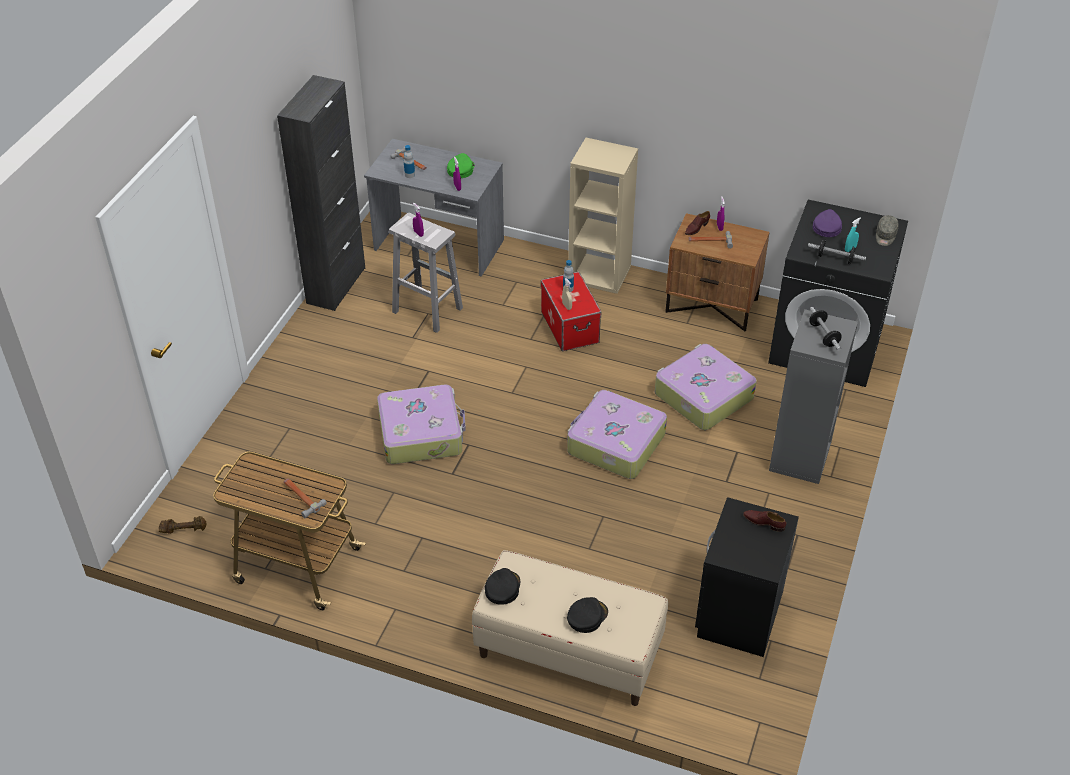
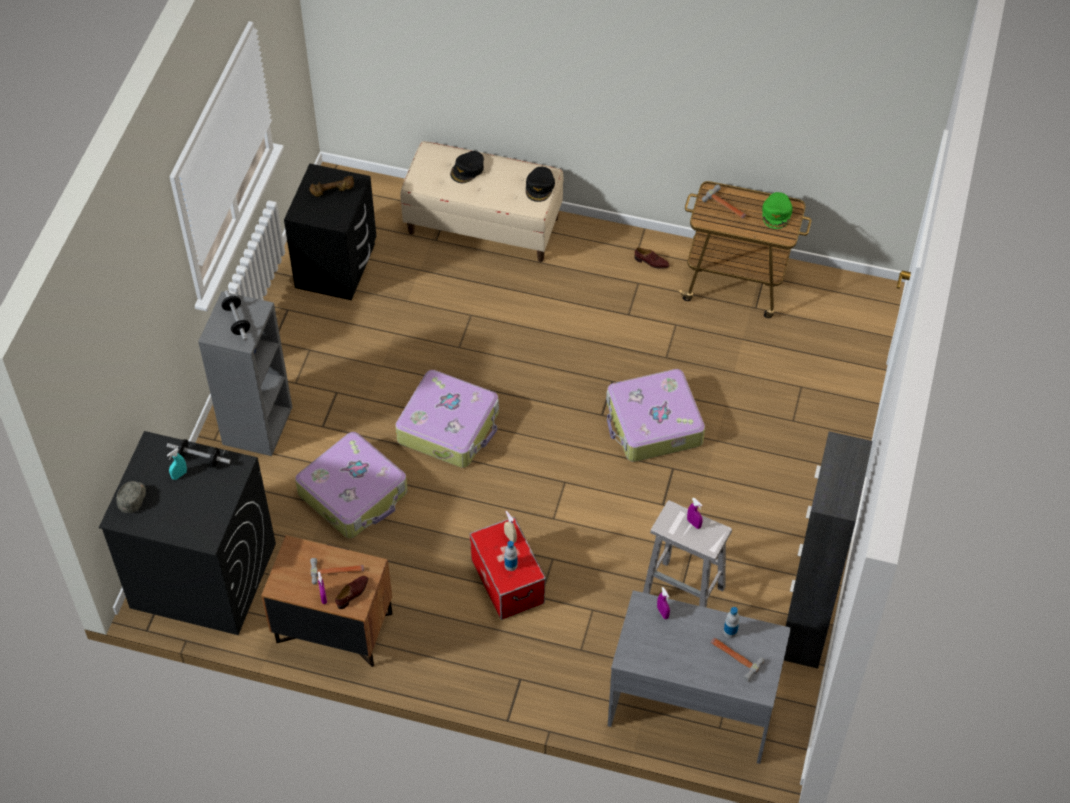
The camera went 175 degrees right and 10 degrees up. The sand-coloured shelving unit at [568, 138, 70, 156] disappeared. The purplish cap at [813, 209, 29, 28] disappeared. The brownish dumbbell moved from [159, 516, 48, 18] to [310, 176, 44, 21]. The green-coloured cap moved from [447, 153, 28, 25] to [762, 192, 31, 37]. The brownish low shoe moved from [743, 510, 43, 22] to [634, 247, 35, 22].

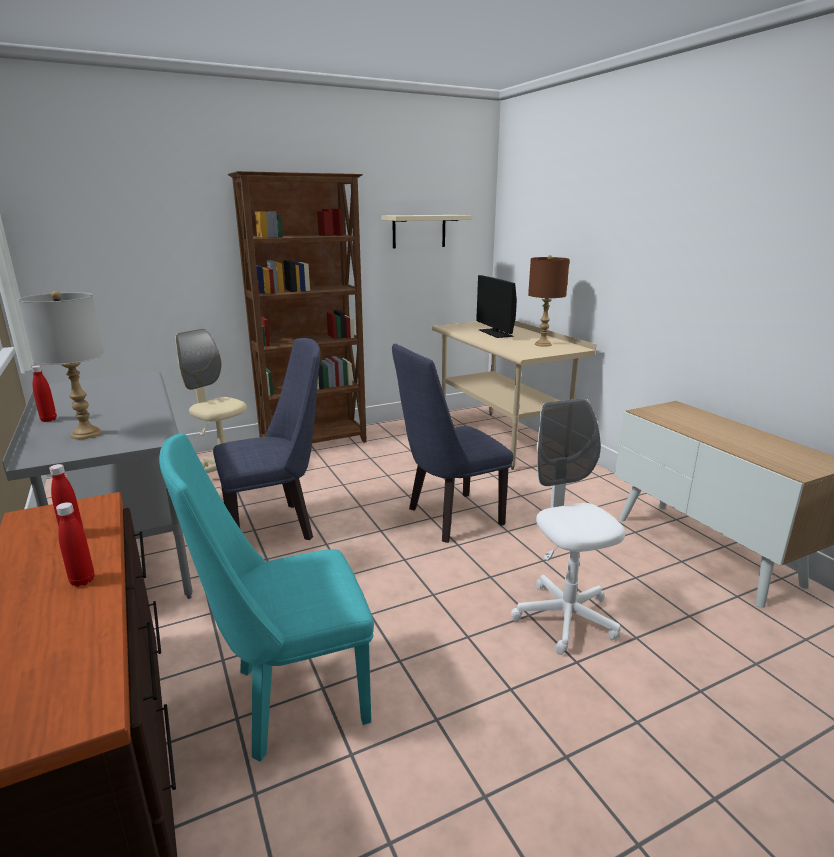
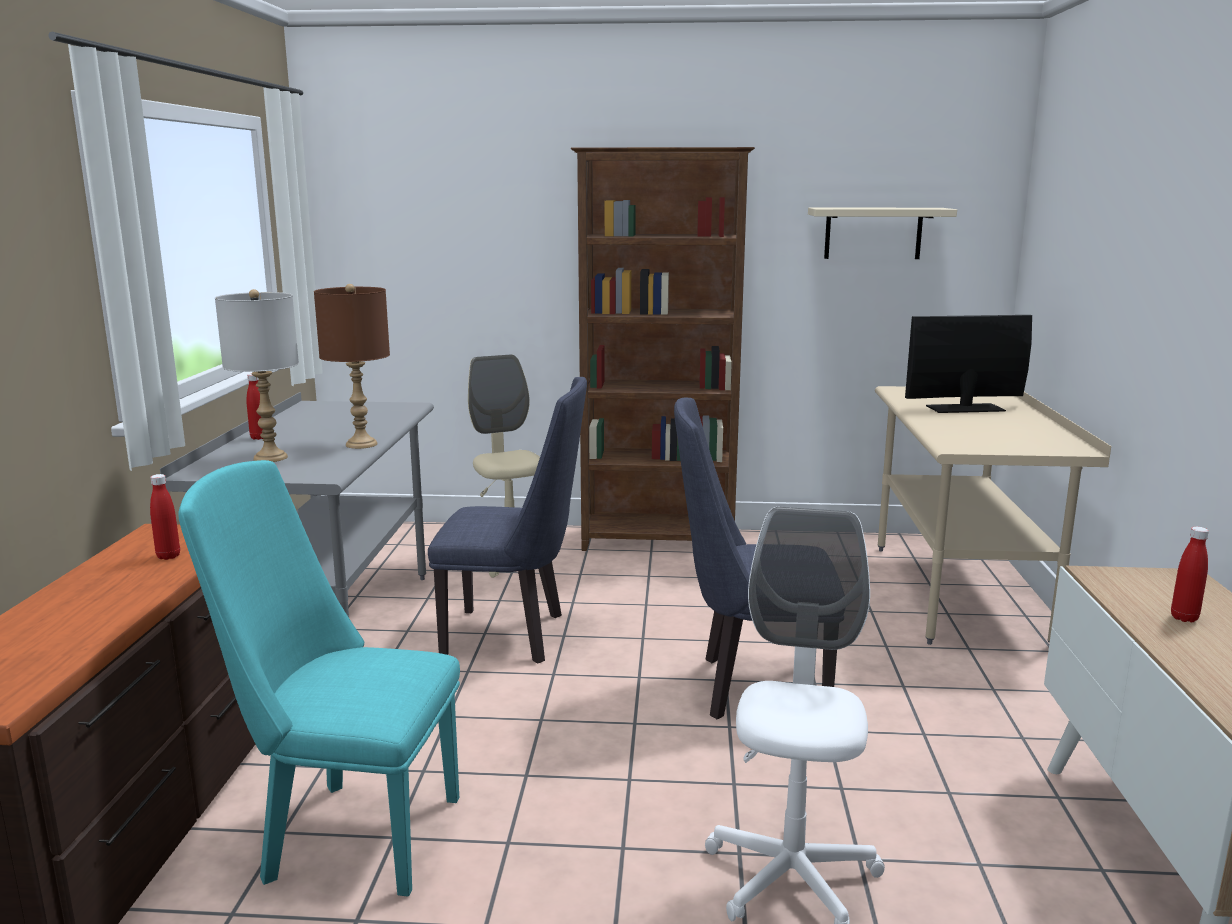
The camera went 30 degrees right and 5 degrees down. The red beverage bottle moved from [56, 502, 38, 85] to [1171, 527, 38, 95]. The brownish table lamp moved from [528, 255, 42, 92] to [314, 284, 76, 165]. The computer screen at [476, 275, 41, 63] turned 75 degrees clockwise.

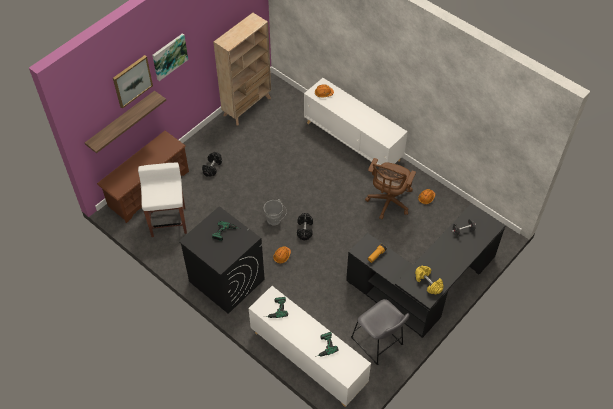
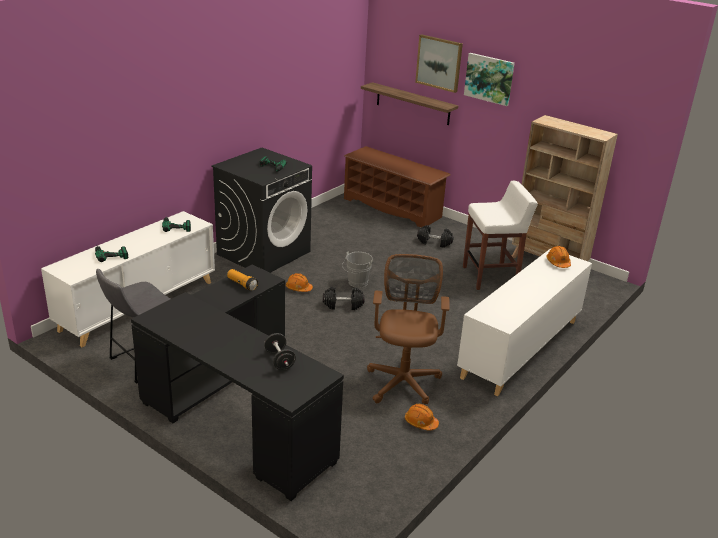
The camera went 85 degrees right and 25 degrees down. The yellowish dumbbell at [415, 265, 29, 29] disappeared. The whitish stool seat moved from [138, 162, 49, 75] to [463, 181, 75, 109]. The brownish computer chair at [365, 158, 51, 61] turned 75 degrees clockwise.

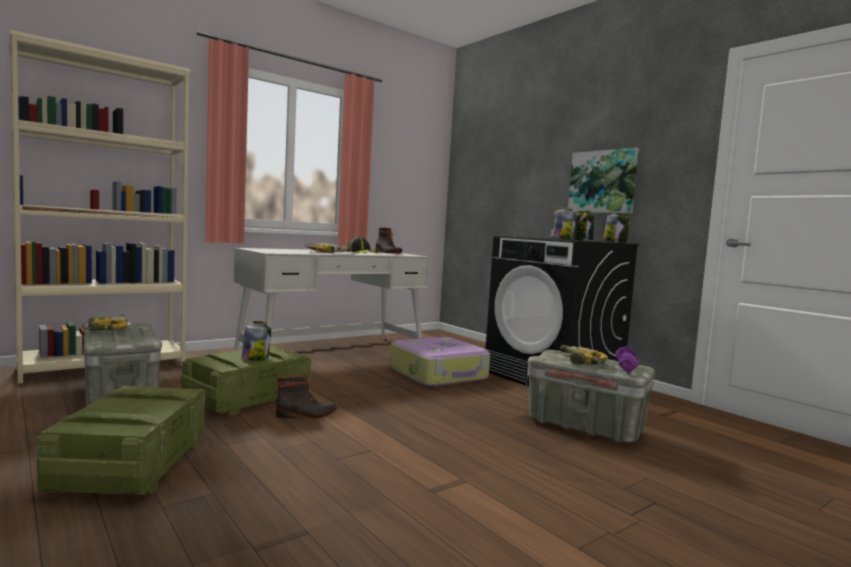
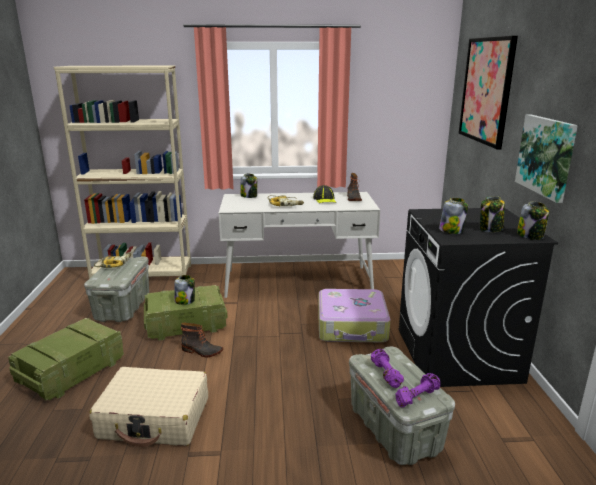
The camera went 35 degrees right and 15 degrees up. The sand-coloured suitcase at [89, 367, 119, 80] appeared. The jar at [241, 174, 16, 24] appeared. The wall art at [458, 36, 60, 113] appeared. The electric drill at [556, 345, 52, 20] was replaced by the purplish dumbbell at [371, 349, 33, 39].

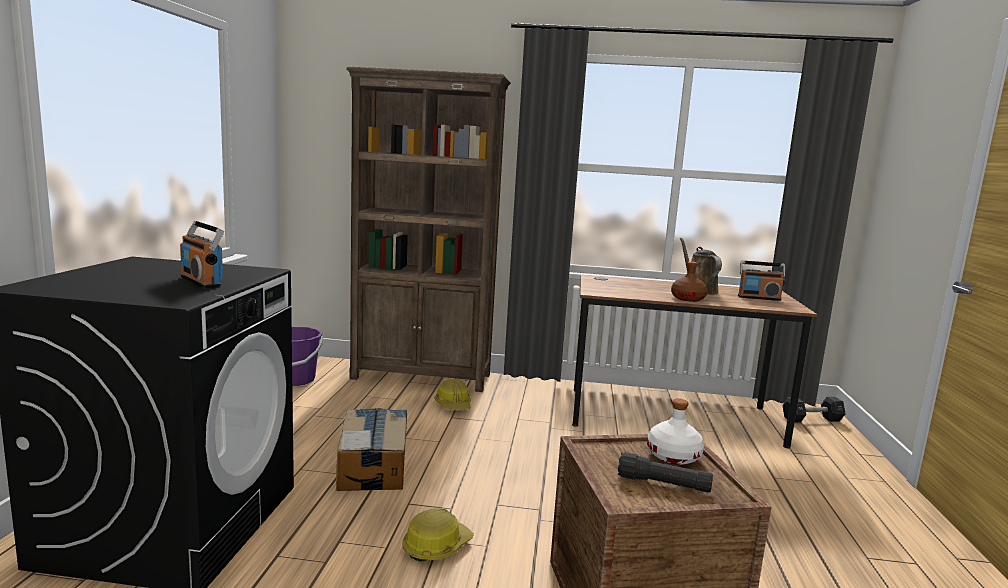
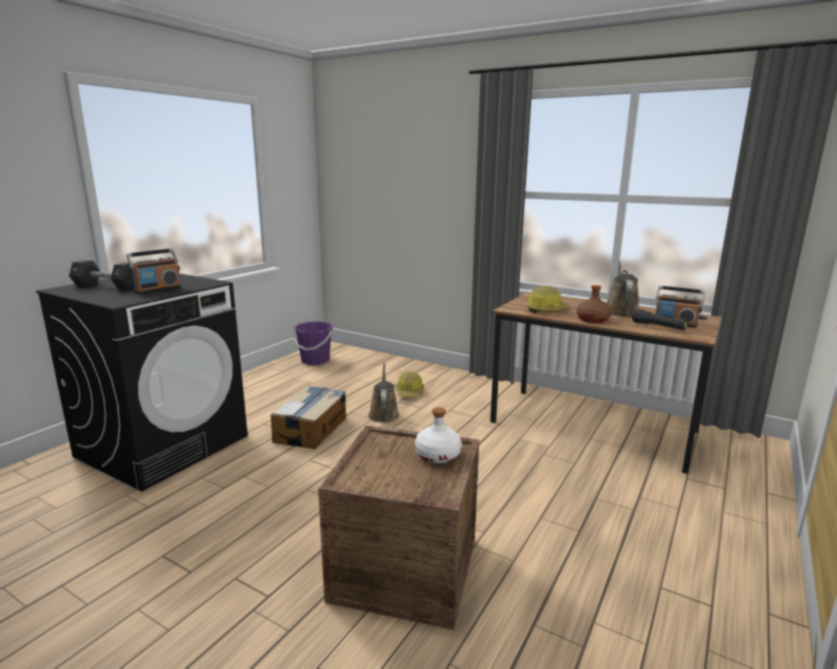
The camera went 25 degrees right and 5 degrees up. The brownish shelving unit at [346, 67, 165, 325] disappeared. The brownish sprinkling can at [368, 363, 31, 60] appeared. The work helmet moved from [402, 508, 72, 54] to [525, 286, 46, 27]. The black torch moved from [618, 452, 95, 41] to [632, 309, 56, 21]. The black dumbbell moved from [783, 397, 63, 26] to [69, 260, 66, 30]. The radio set at [180, 221, 44, 67] turned 120 degrees counterclockwise.

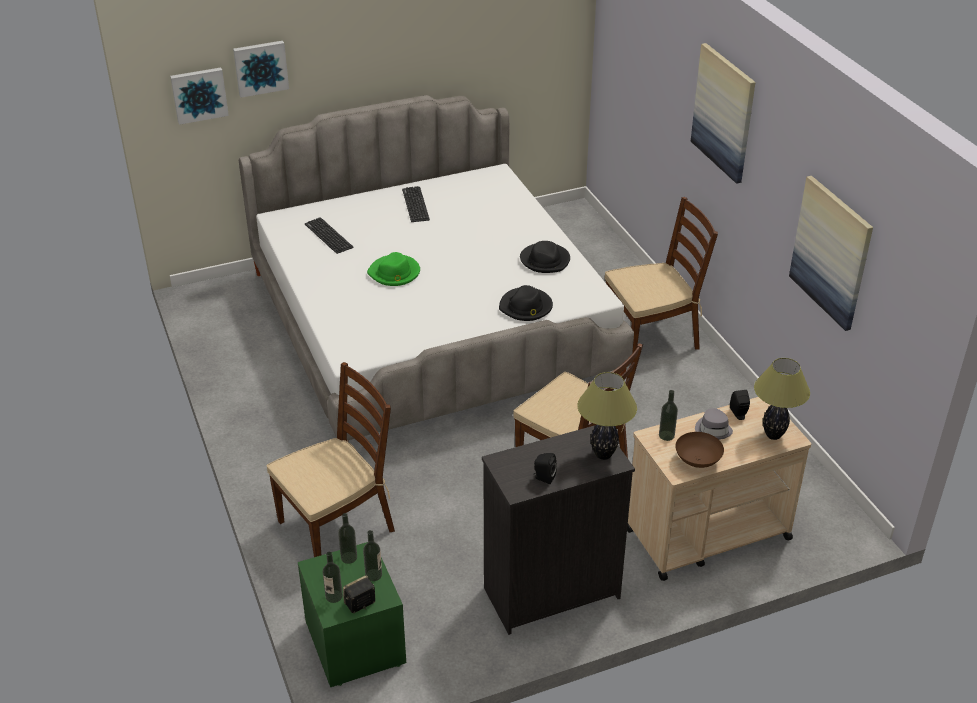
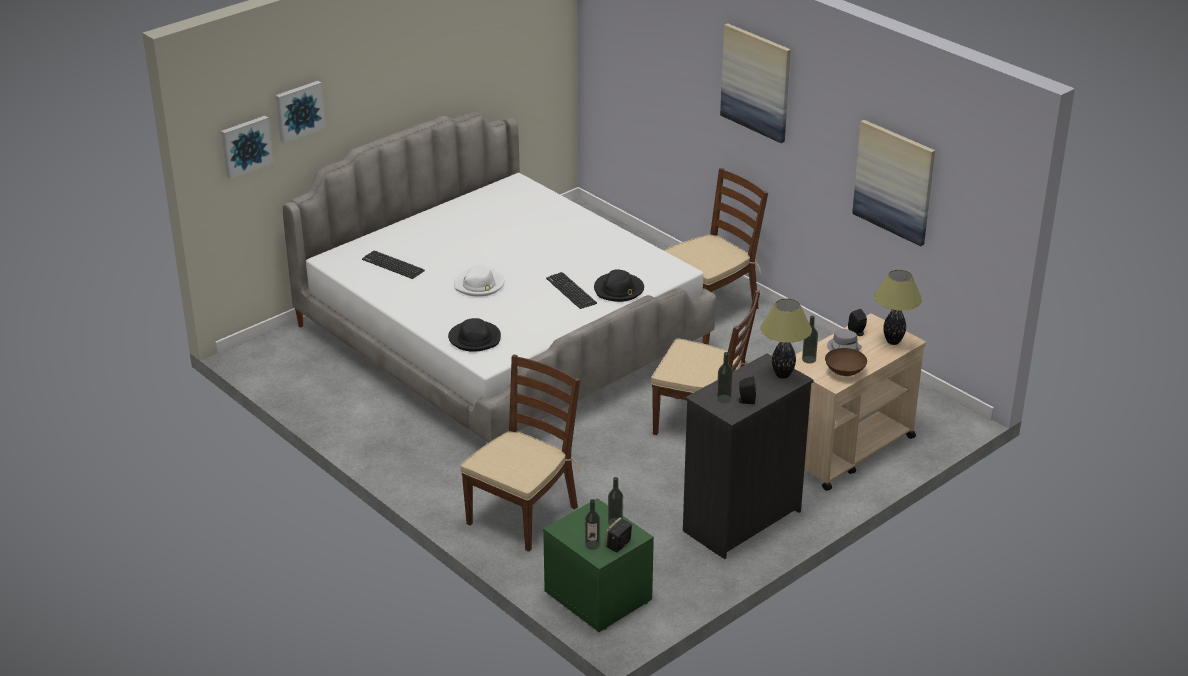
The camera went 20 degrees left and 5 degrees down. The beverage bottle moved from [338, 513, 19, 51] to [717, 352, 16, 51]. The PC keyboard moved from [402, 186, 28, 36] to [546, 272, 51, 37]. The black clothing hat moved from [520, 241, 50, 32] to [448, 318, 53, 34]. The green-coloured clothing hat at [367, 252, 53, 34] became the whitish clothing hat at [454, 264, 50, 33].

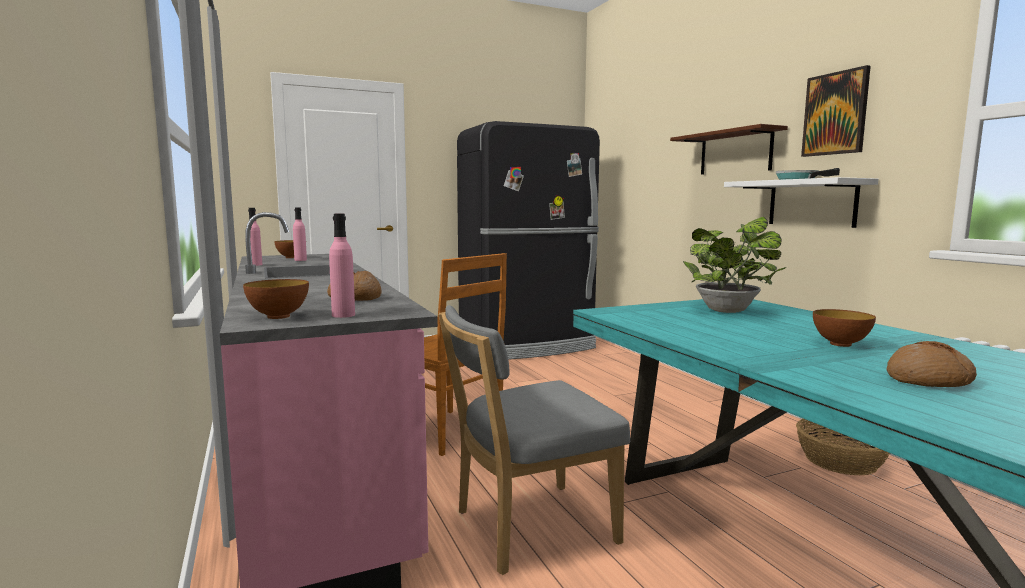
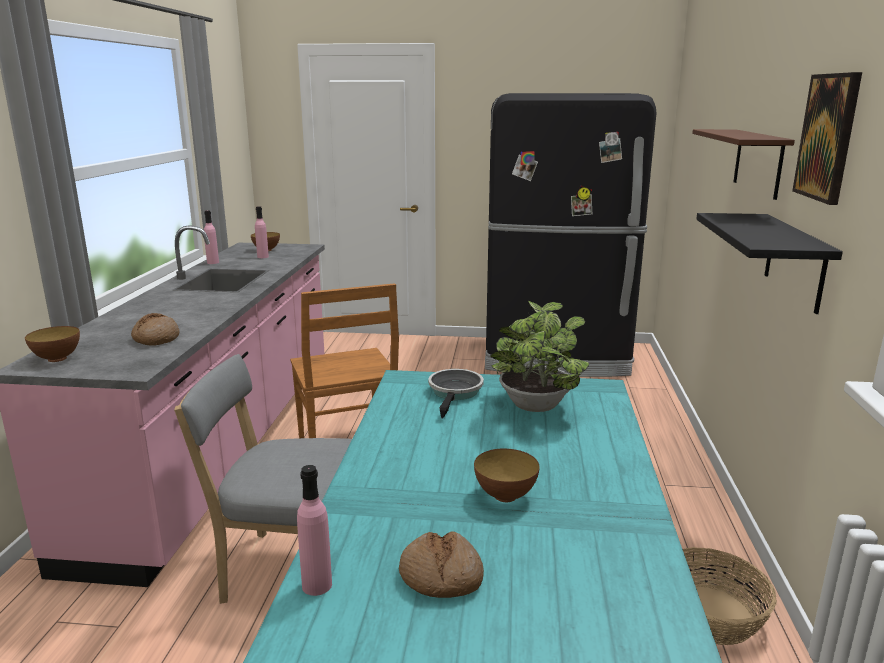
The camera went 30 degrees right and 10 degrees up. The pink beverage bottle moved from [329, 214, 26, 104] to [297, 465, 35, 131]. The frying pan moved from [776, 168, 64, 12] to [428, 369, 56, 49]. The whitish bracket shelf at [724, 177, 155, 51] became the black bracket shelf at [696, 213, 147, 101].

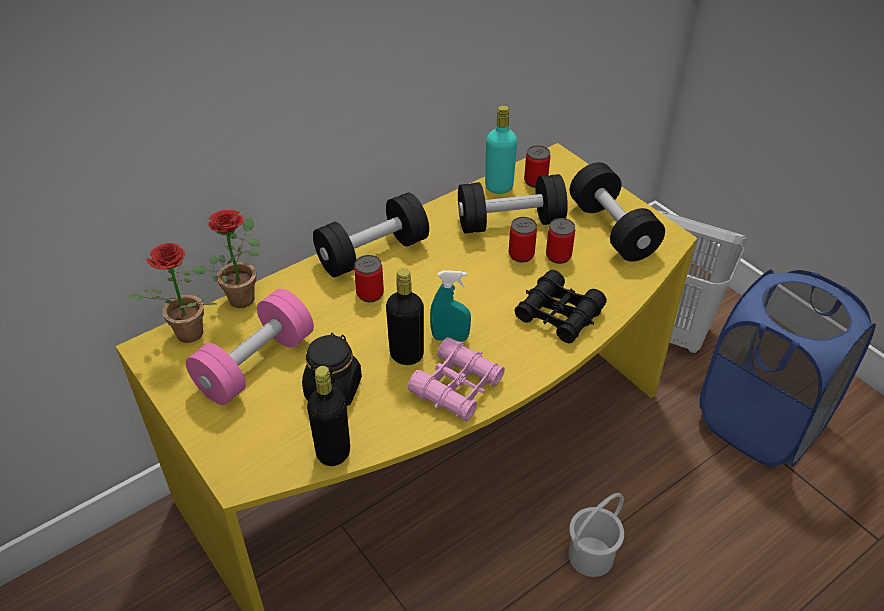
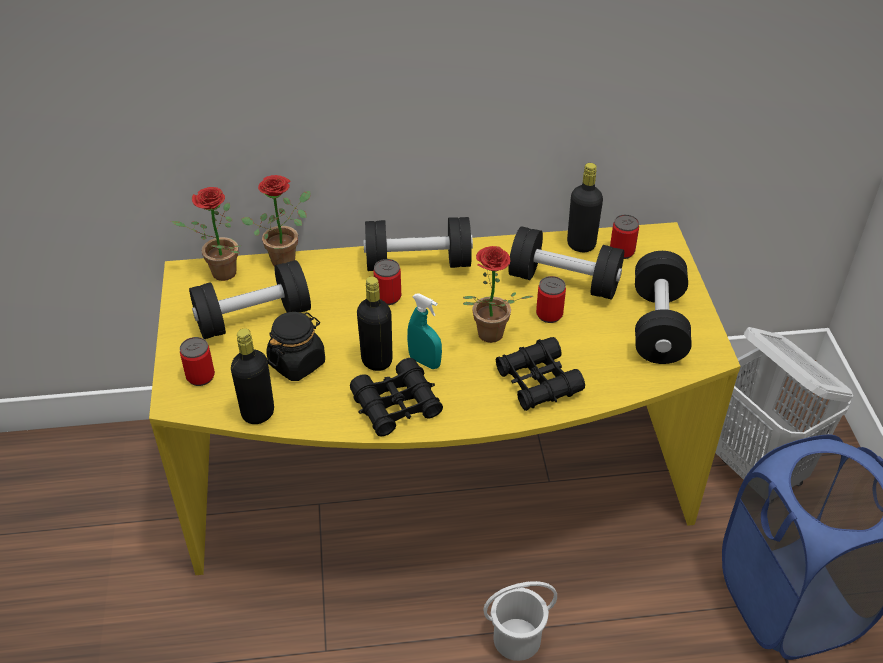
The camera went 30 degrees right and 0 degrees up. The houseplant at [463, 246, 70, 97] appeared. The sealed can moved from [546, 218, 29, 46] to [180, 337, 35, 49]. The pink dumbbell at [186, 289, 128, 116] became the black dumbbell at [189, 260, 122, 79]. The pink binoculars at [408, 337, 97, 85] became the black binoculars at [350, 358, 93, 79]. The blue-green beverage bottle at [485, 105, 32, 89] became the black beverage bottle at [567, 163, 36, 89].

